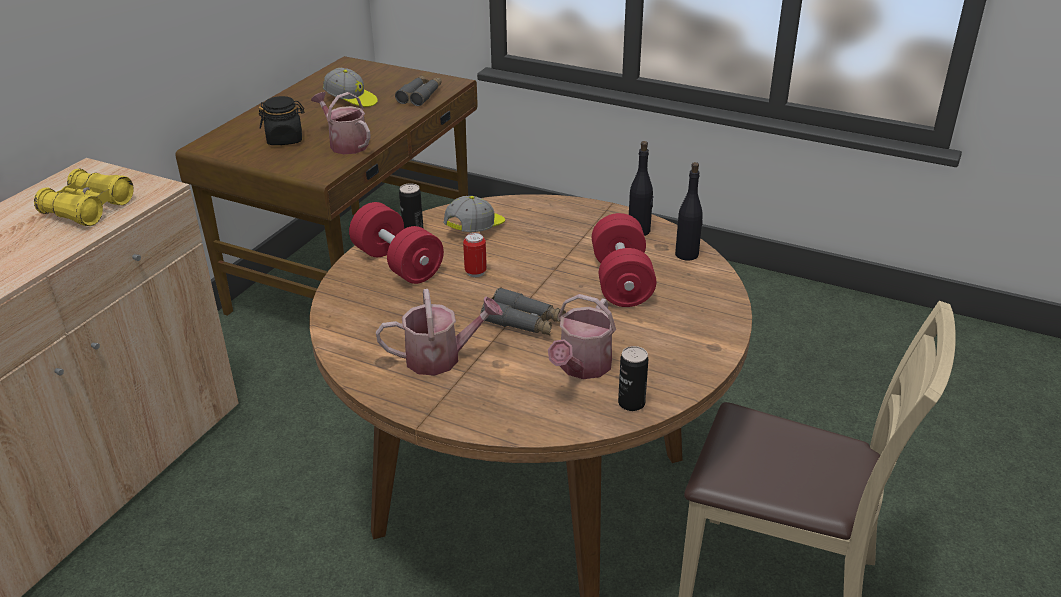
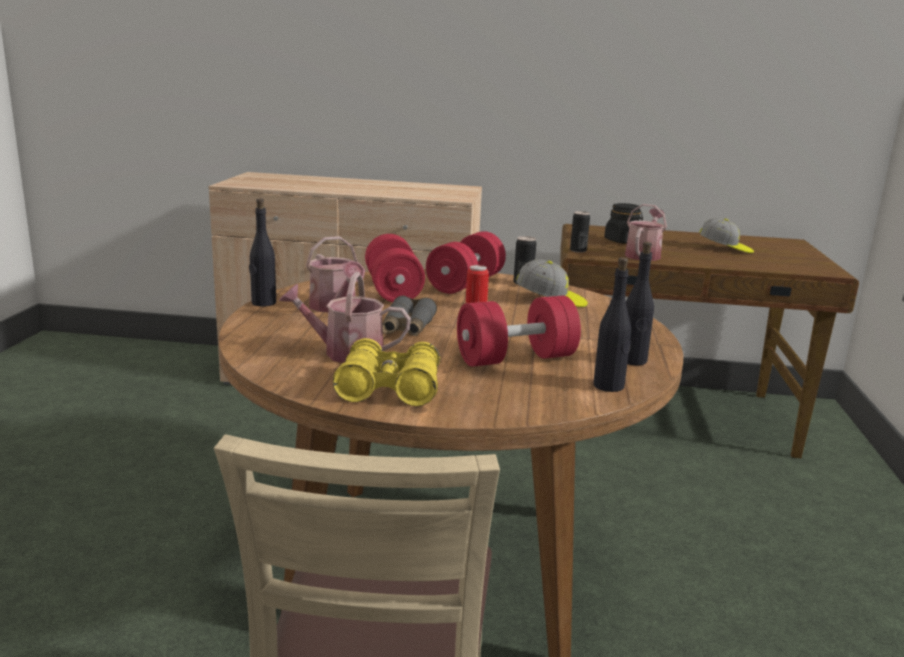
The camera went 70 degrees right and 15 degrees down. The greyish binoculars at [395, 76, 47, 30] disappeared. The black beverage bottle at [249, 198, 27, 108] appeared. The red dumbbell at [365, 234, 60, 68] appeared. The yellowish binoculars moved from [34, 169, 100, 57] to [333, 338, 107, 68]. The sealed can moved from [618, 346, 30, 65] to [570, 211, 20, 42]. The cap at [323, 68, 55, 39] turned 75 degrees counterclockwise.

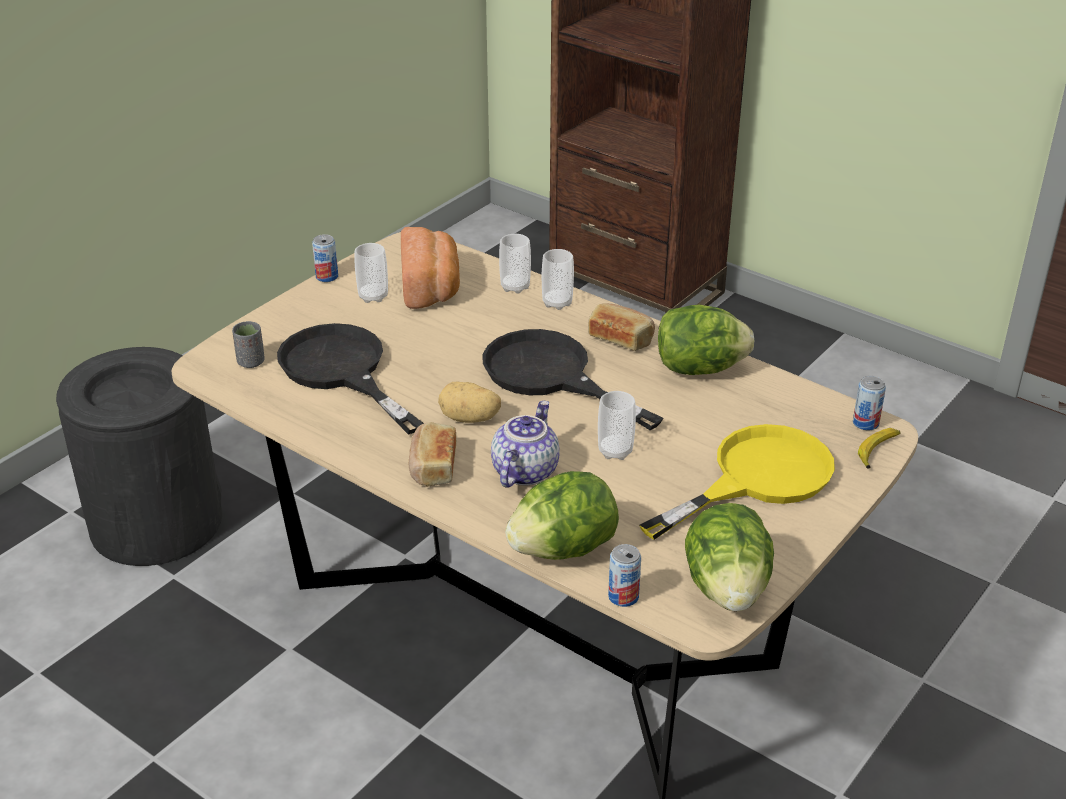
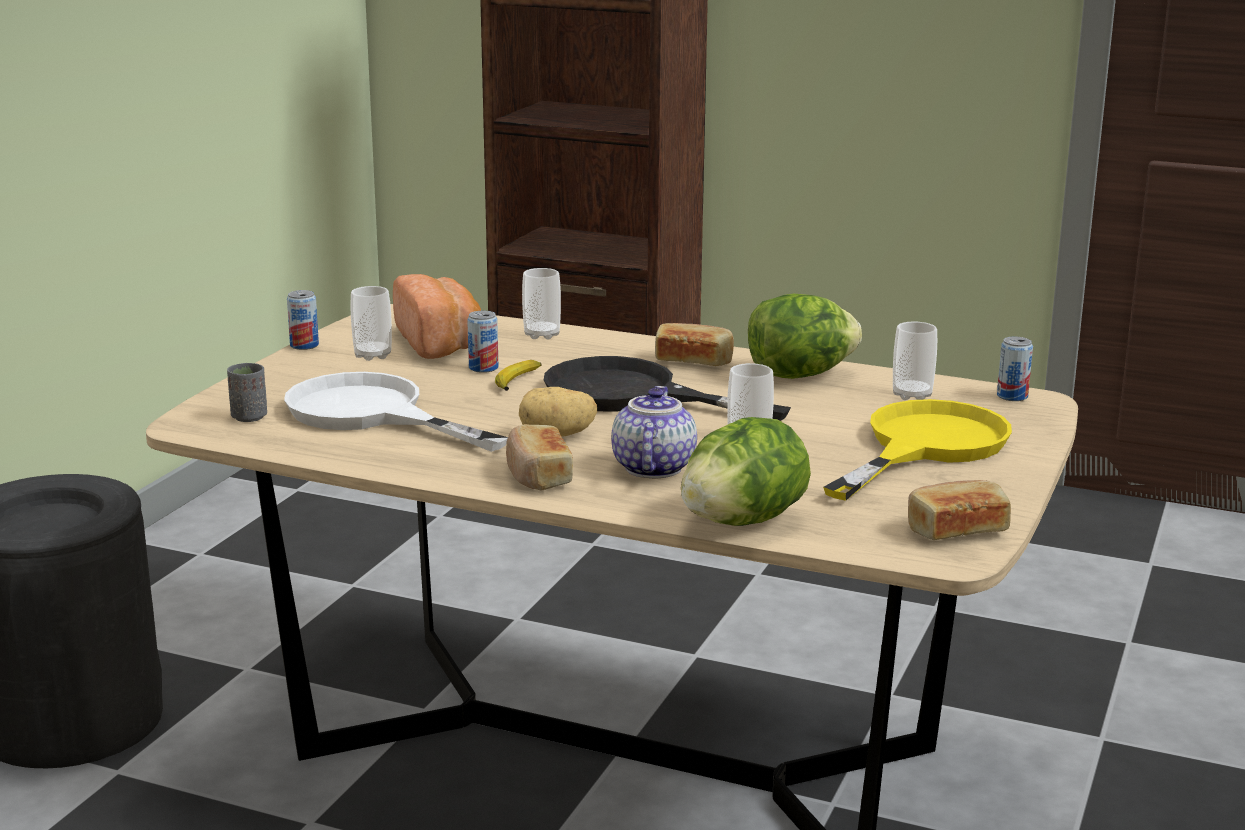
The camera went 15 degrees left and 15 degrees down. The drinking cup moved from [542, 249, 32, 61] to [893, 322, 44, 78]. The sealed can moved from [608, 544, 33, 63] to [467, 311, 31, 62]. The whole banana moved from [858, 428, 42, 41] to [495, 360, 46, 31]. The lettuce head at [685, 503, 89, 108] was replaced by the baked bread at [908, 480, 103, 60]. The black frying pan at [277, 323, 147, 112] became the whitish frying pan at [284, 372, 224, 80].

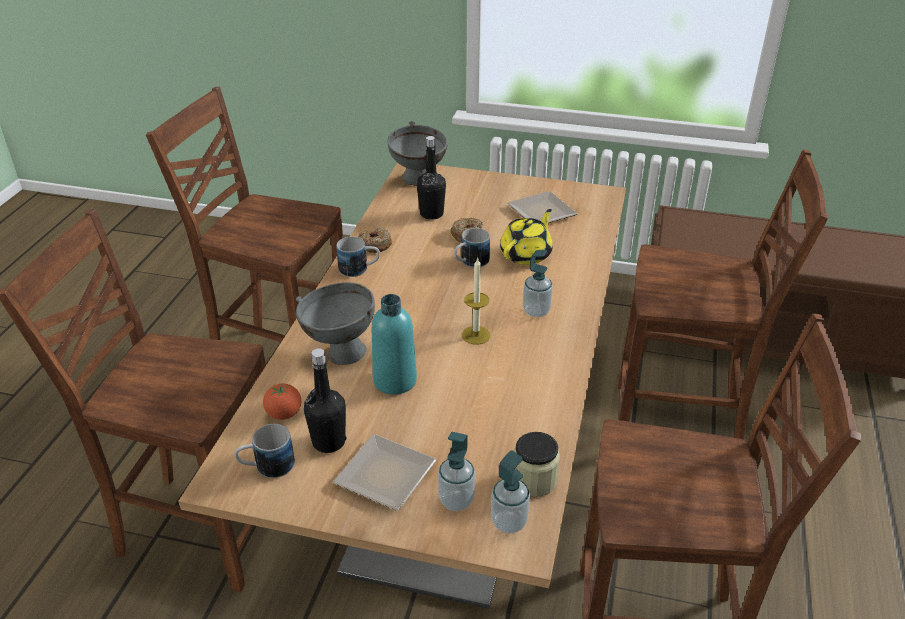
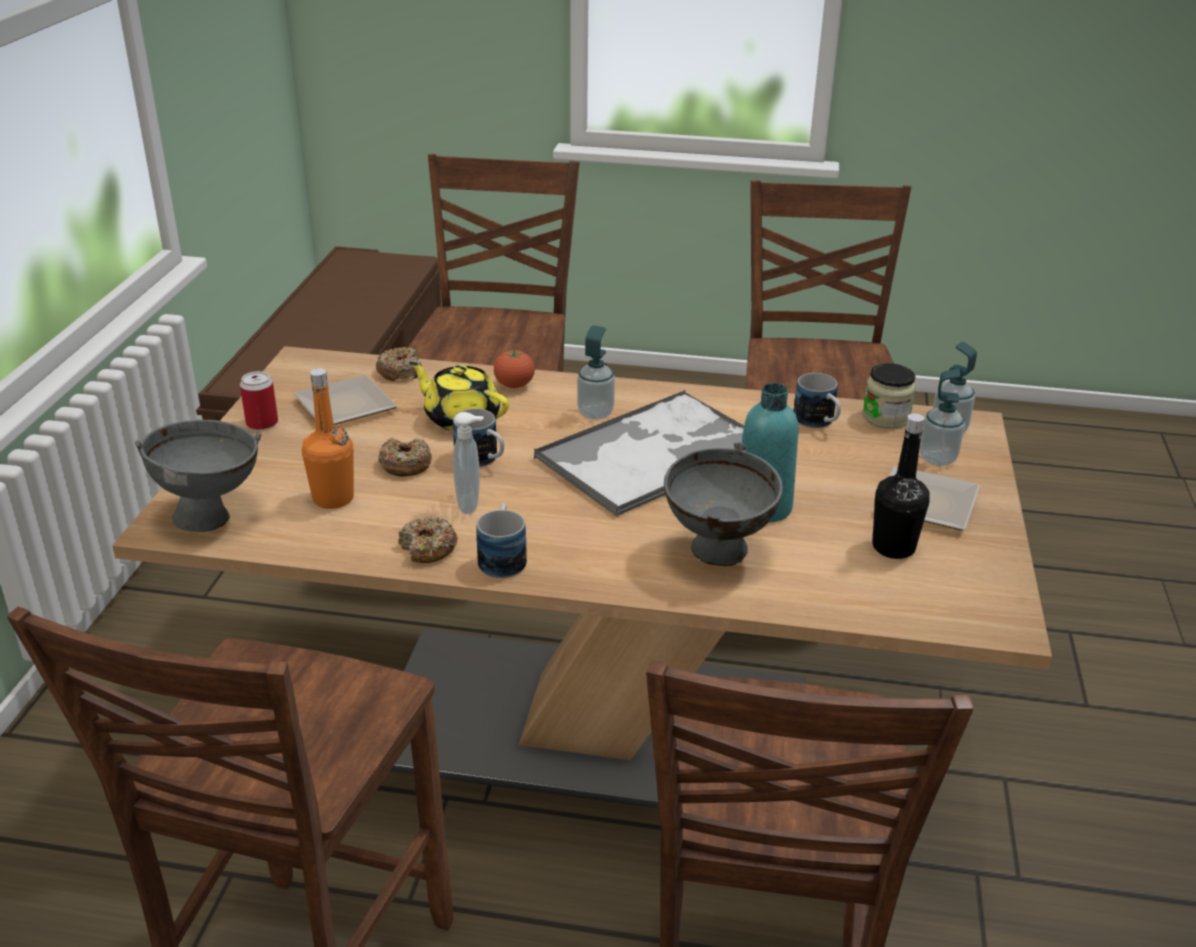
The camera went 95 degrees left and 5 degrees down. The sealed can at [240, 371, 38, 59] appeared. The ring doughnut at [376, 347, 46, 34] appeared. The liquid soap bottle at [453, 412, 31, 102] appeared. The tea mug moved from [235, 424, 60, 54] to [794, 373, 47, 55]. The fresh tomato moved from [263, 384, 38, 36] to [494, 349, 41, 39]. The wax candle at [462, 258, 28, 87] was replaced by the tray at [534, 390, 210, 127]. The black beverage bottle at [417, 136, 29, 84] became the orange-coloured beverage bottle at [302, 368, 52, 141].

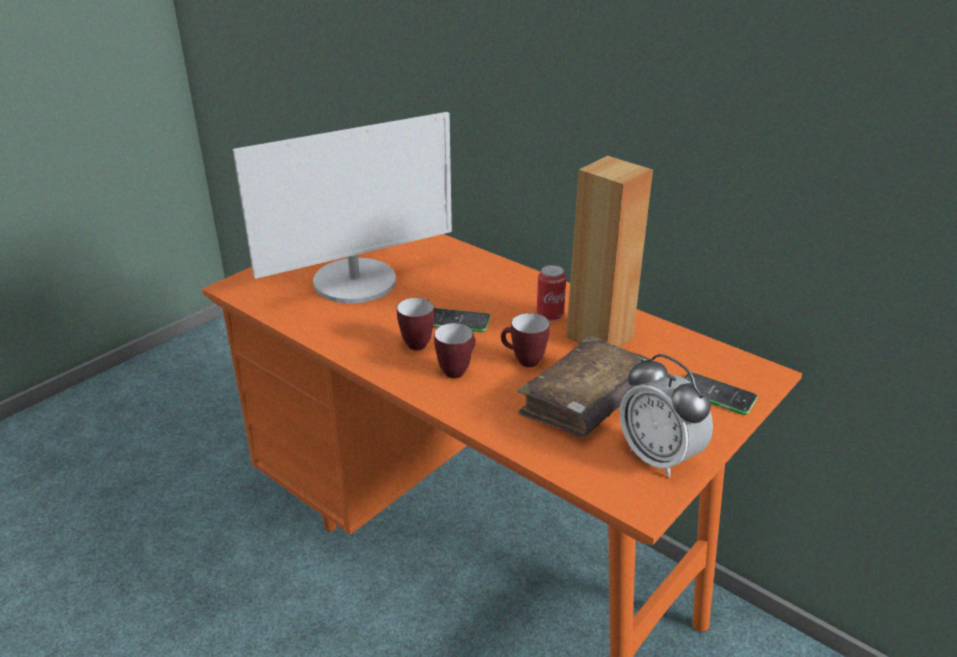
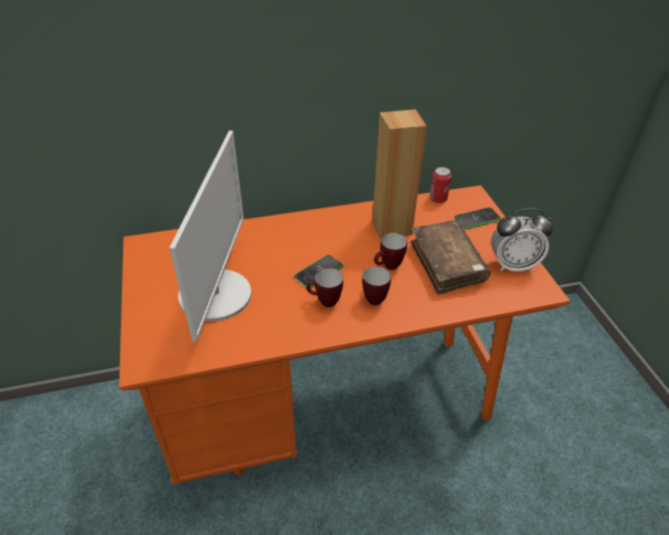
The camera went 55 degrees left and 10 degrees up. The sealed can moved from [537, 265, 29, 56] to [430, 167, 21, 36].

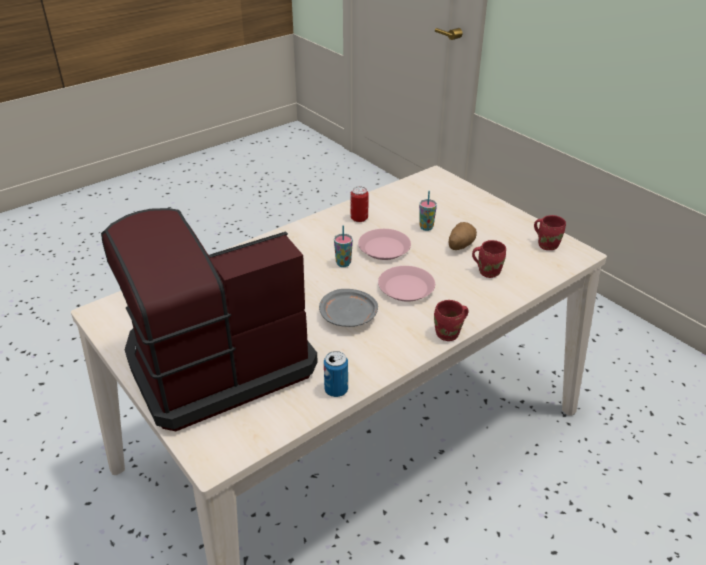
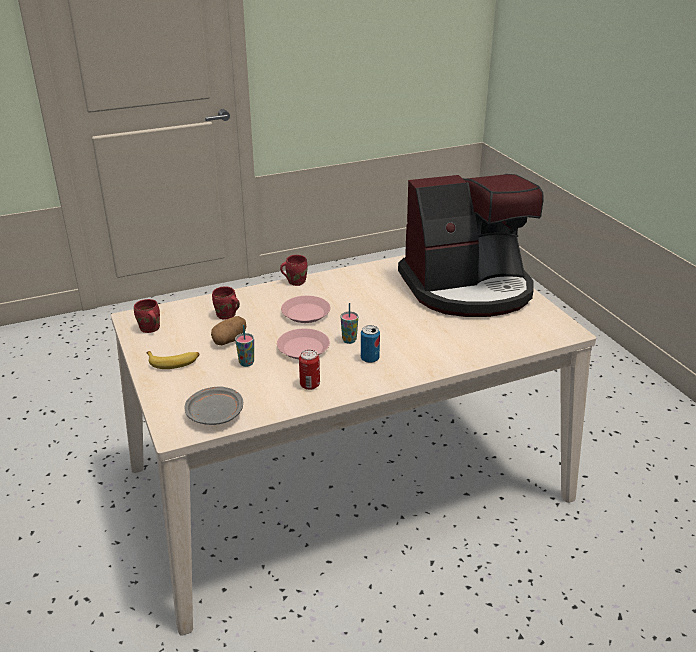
The camera went 165 degrees left and 5 degrees down. The whole banana at [146, 351, 54, 18] appeared. The greyish dinner plate moved from [319, 289, 59, 38] to [185, 386, 58, 39]. The sealed can moved from [324, 351, 24, 46] to [361, 325, 19, 38].

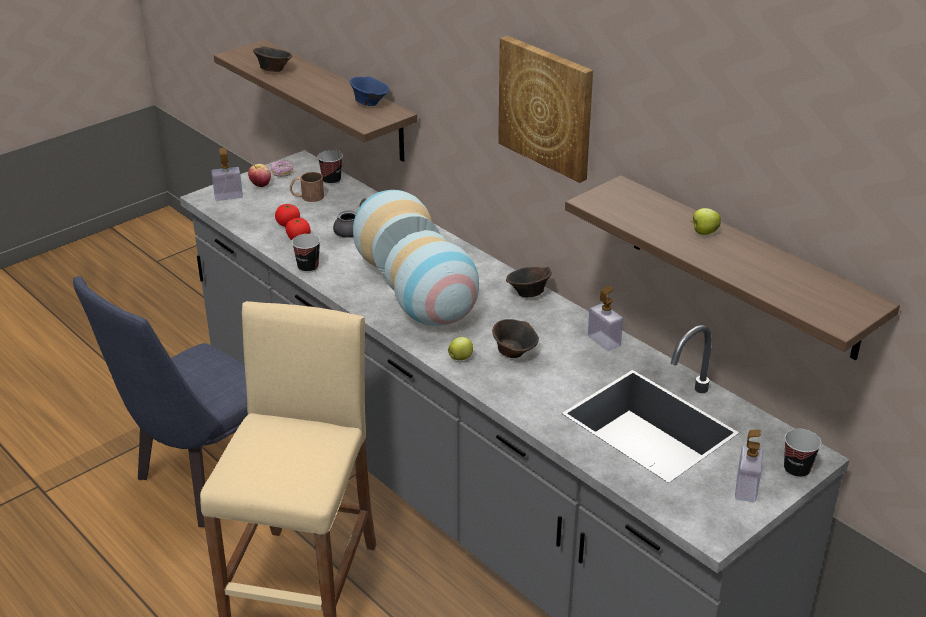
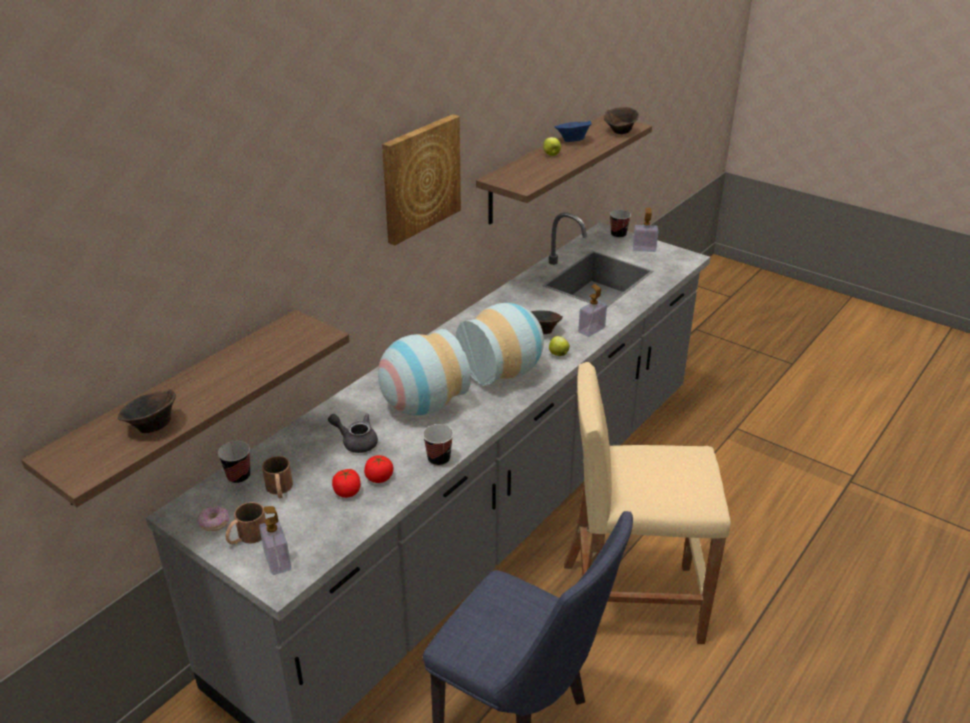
The camera went 100 degrees left and 0 degrees up. The blue deep dish moved from [350, 76, 39, 30] to [555, 121, 37, 21]. The brownish deep dish moved from [506, 267, 46, 30] to [604, 107, 35, 27]. The liquid soap bottle moved from [588, 286, 35, 65] to [578, 284, 29, 53]. The apple fruit at [248, 164, 23, 23] was replaced by the brownish tea mug at [226, 502, 40, 42].

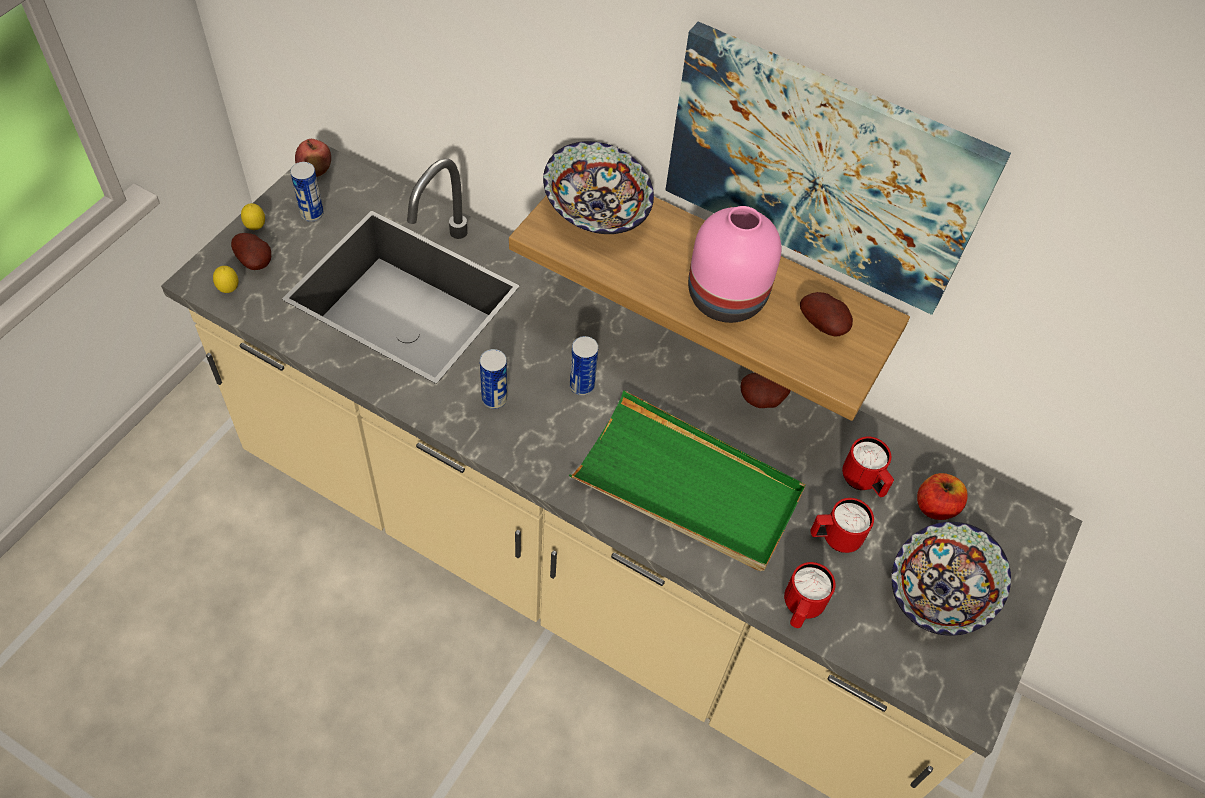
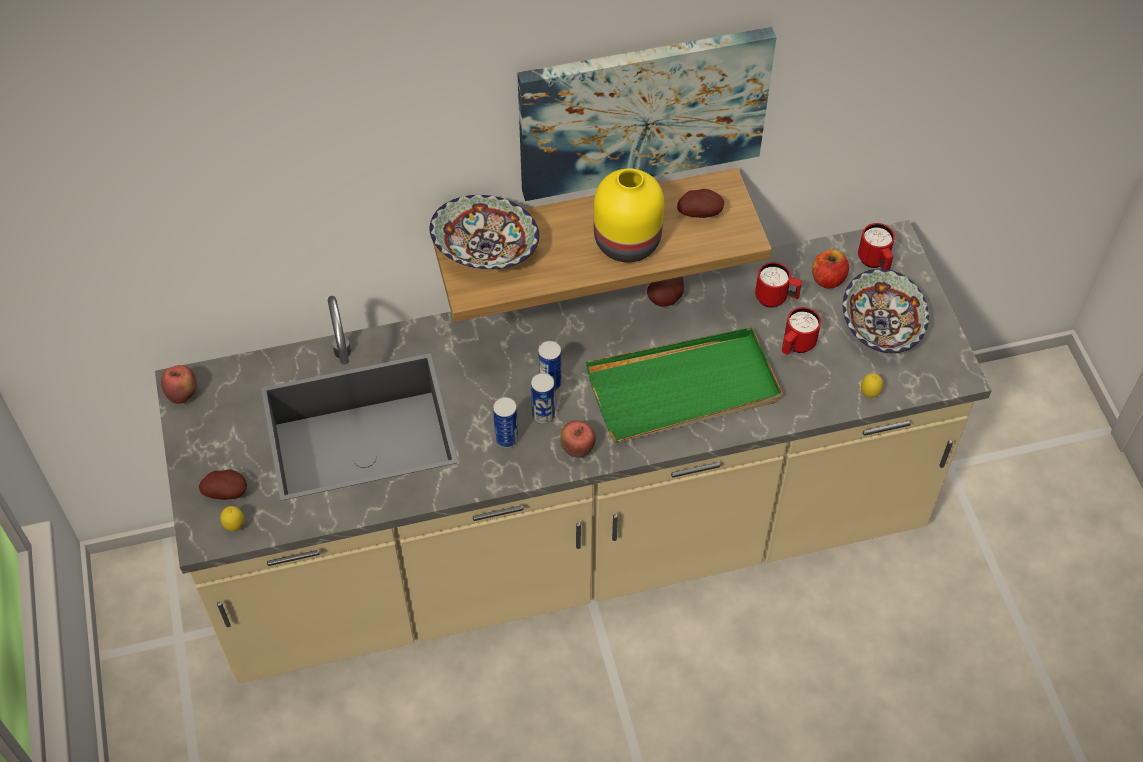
The camera went 40 degrees left and 0 degrees up. The apple fruit at [560, 421, 36, 37] appeared. The whole lemon moved from [241, 203, 24, 27] to [861, 373, 22, 25]. The sealed can moved from [290, 162, 34, 60] to [531, 373, 24, 51]. The red tea mug moved from [784, 562, 52, 66] to [858, 223, 37, 47]. The pink flower vase at [688, 206, 93, 117] became the yellowish flower vase at [594, 168, 70, 94].

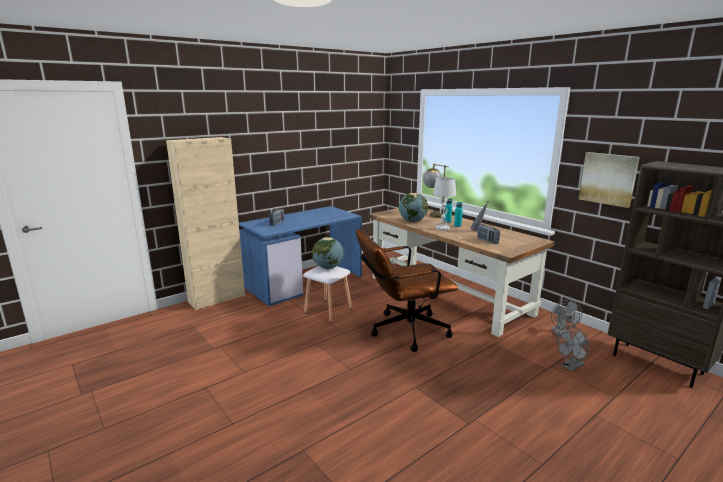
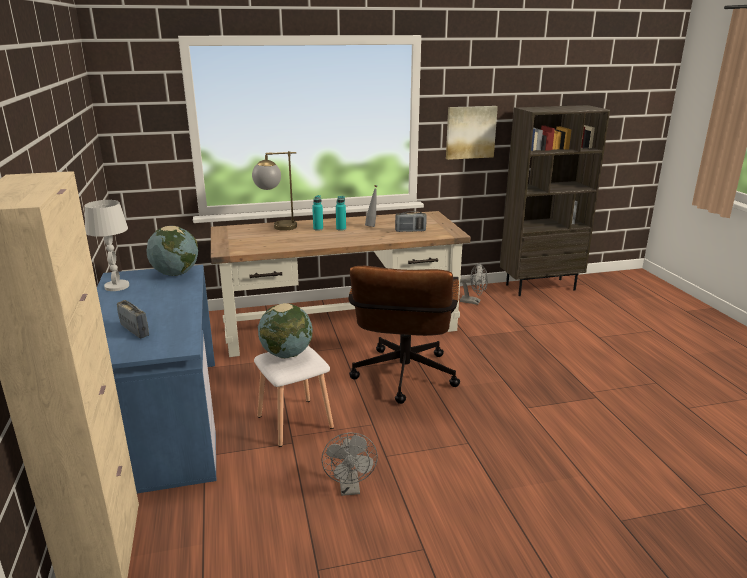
The camera went 65 degrees left and 5 degrees up. The globe moved from [399, 193, 29, 29] to [147, 226, 51, 50]. The whitish table lamp moved from [433, 177, 23, 54] to [85, 200, 44, 91]. The greyish fan moved from [556, 326, 34, 45] to [321, 432, 57, 64].

